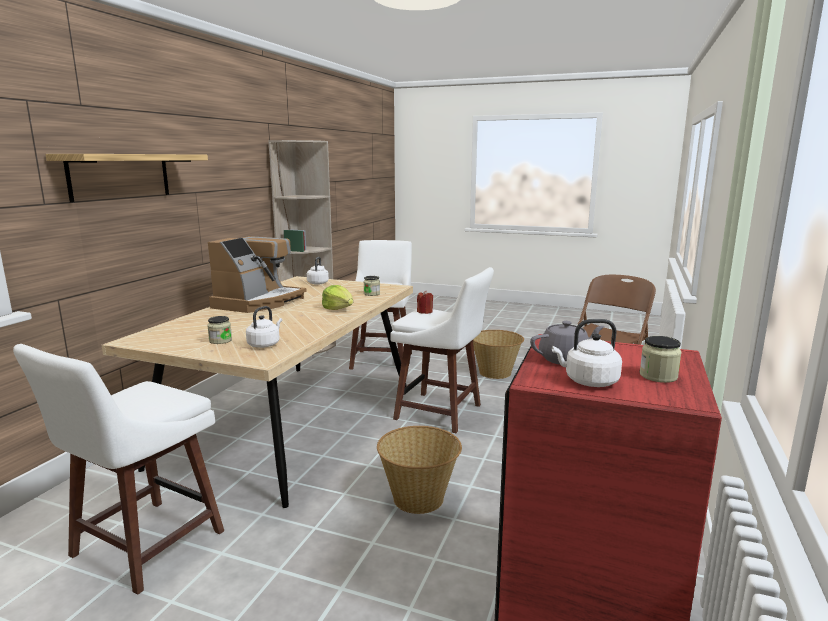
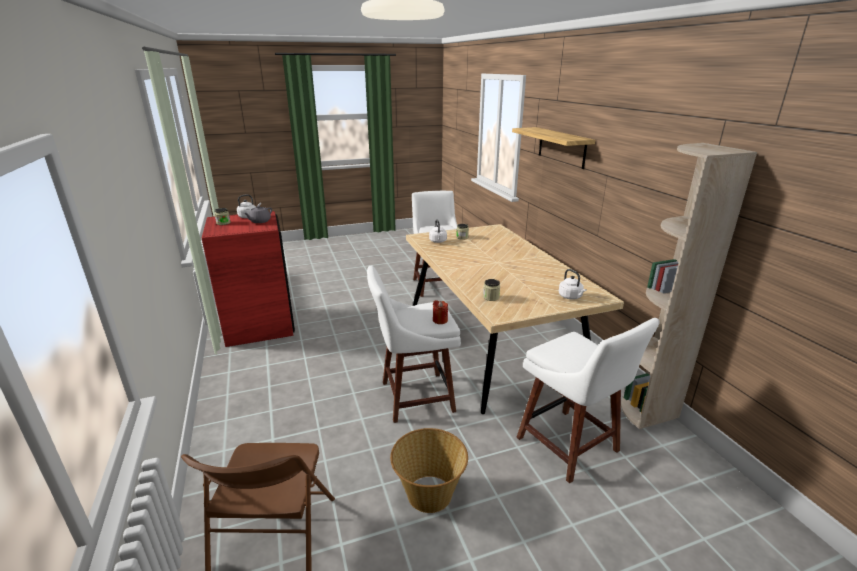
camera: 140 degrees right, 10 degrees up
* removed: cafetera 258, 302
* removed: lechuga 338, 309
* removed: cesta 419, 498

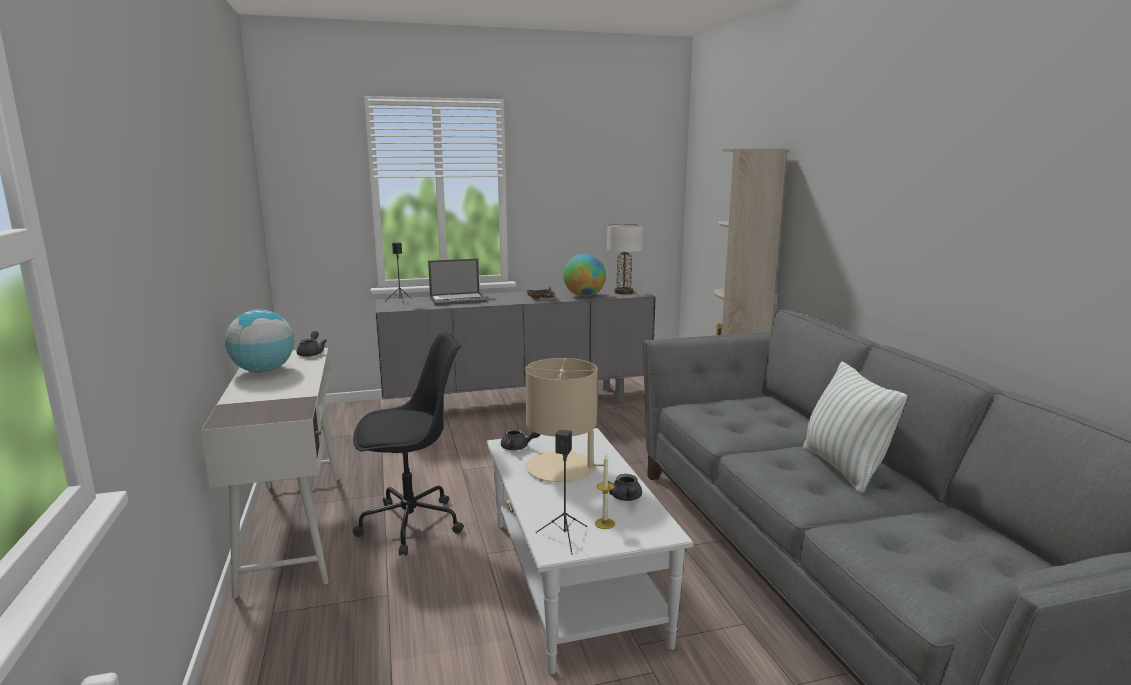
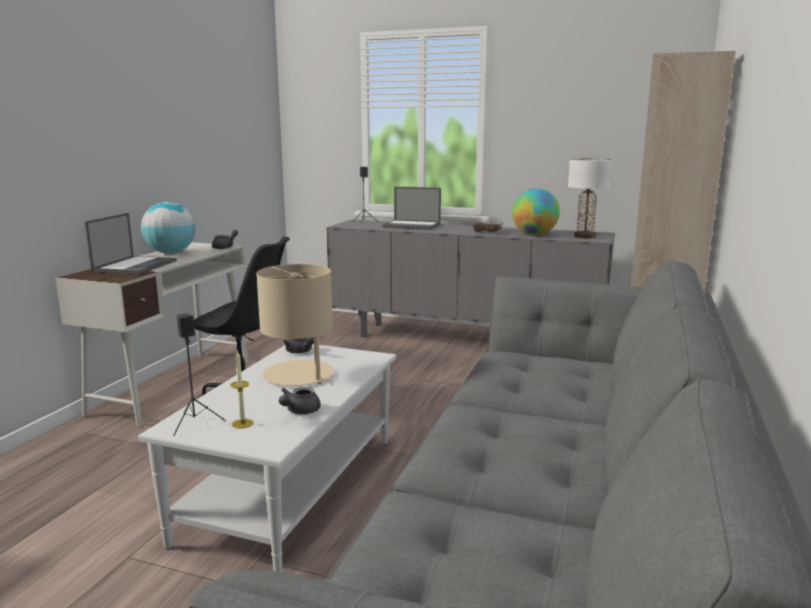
camera: 35 degrees right, 0 degrees up
* removed: cojín 843, 468
* added: portátil 135, 266

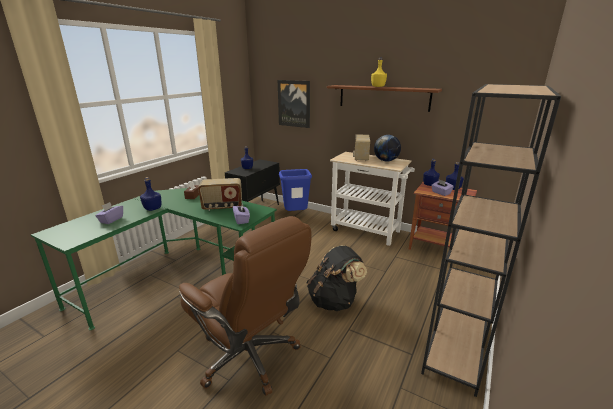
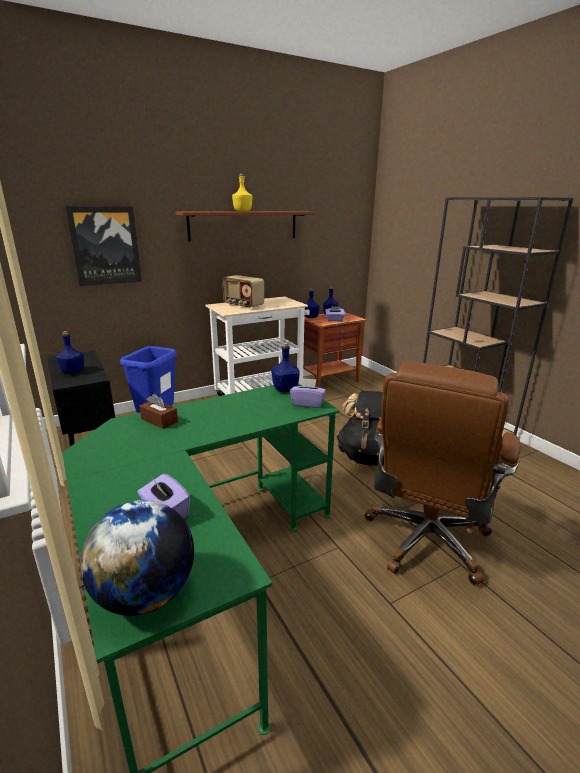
camera: 60 degrees left, 0 degrees up
* removed: radio 222, 207
* moved: botella (azul) 153, 208 to 285, 389
* moved: globo terráqueo 386, 161 to 146, 594
* turned: silla de oficina (marrón) 249, 355 = 427, 539 135 degrees clockwise

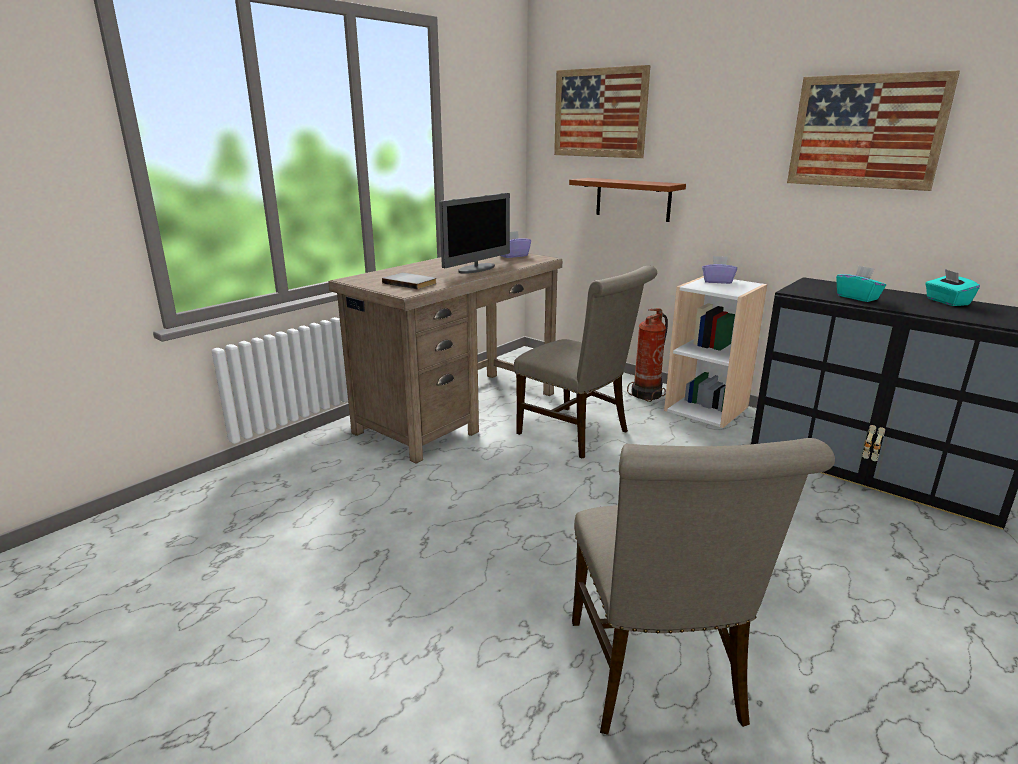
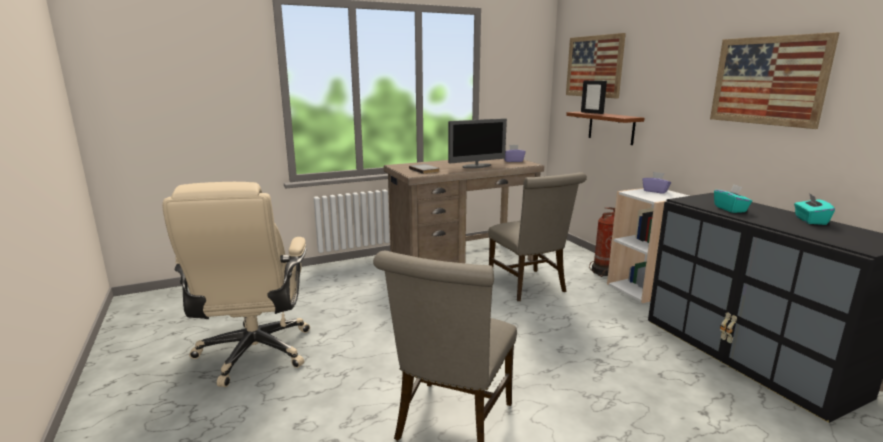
camera: 25 degrees right, 5 degrees down
* added: silla de oficina (beis) 255, 352
* added: portarretratos 592, 113

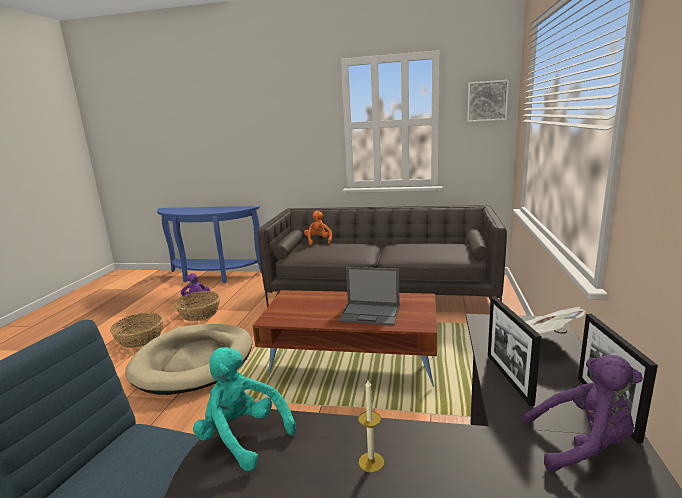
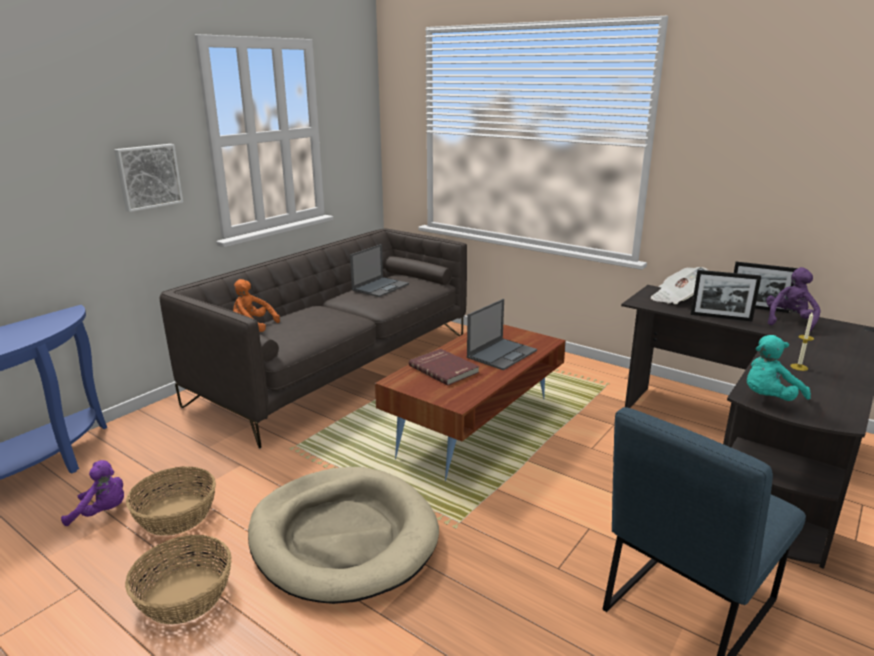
camera: 65 degrees left, 5 degrees up
* added: portátil 380, 287
* added: libro (rojo) 444, 369
* moved: cuadro 487, 101 to 148, 176

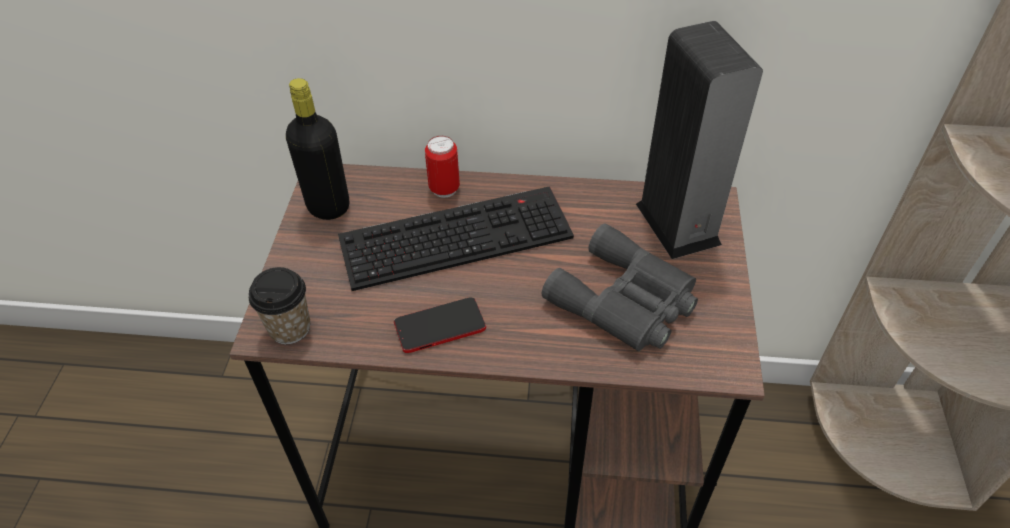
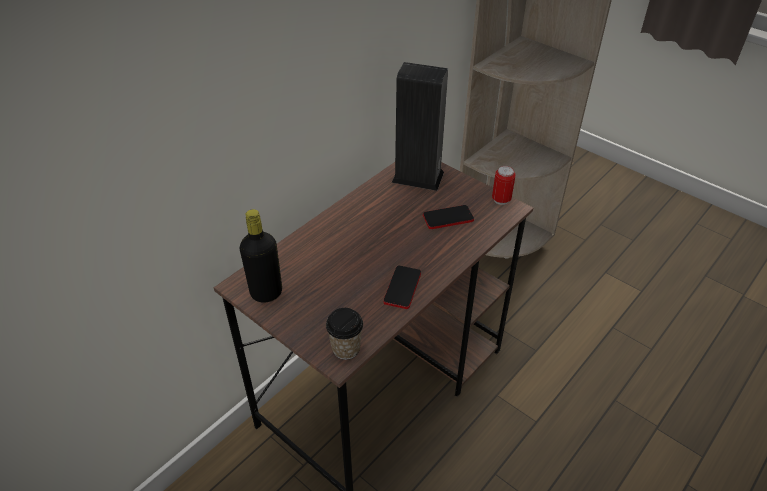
camera: 55 degrees left, 5 degrees down
* removed: teclado 457, 235
* moved: lata 444, 189 to 501, 200
* replaced: prismáticos (gris) 626, 302 to móvil 448, 218

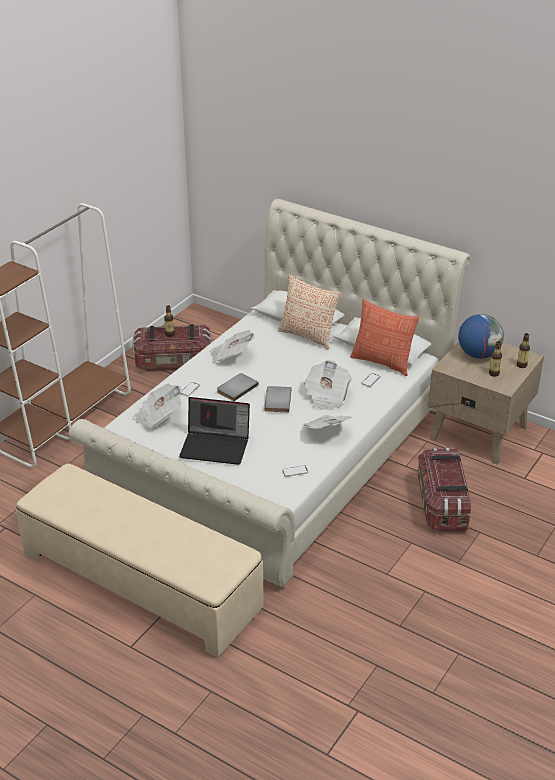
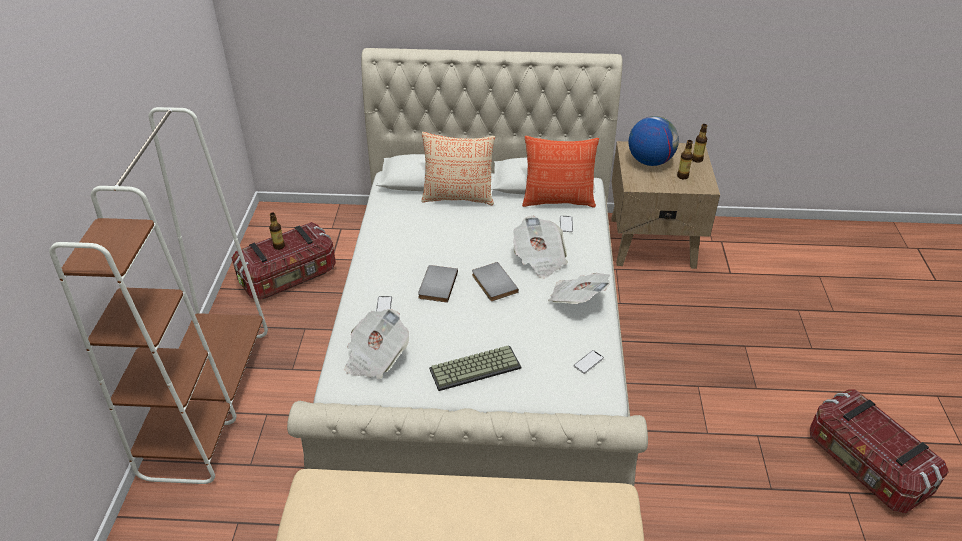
camera: 30 degrees left, 5 degrees up
* removed: periódico 231, 356
* moved: caja de almacenaje 441, 504 to 864, 466
* replaced: portátil 216, 446 to teclado 475, 367

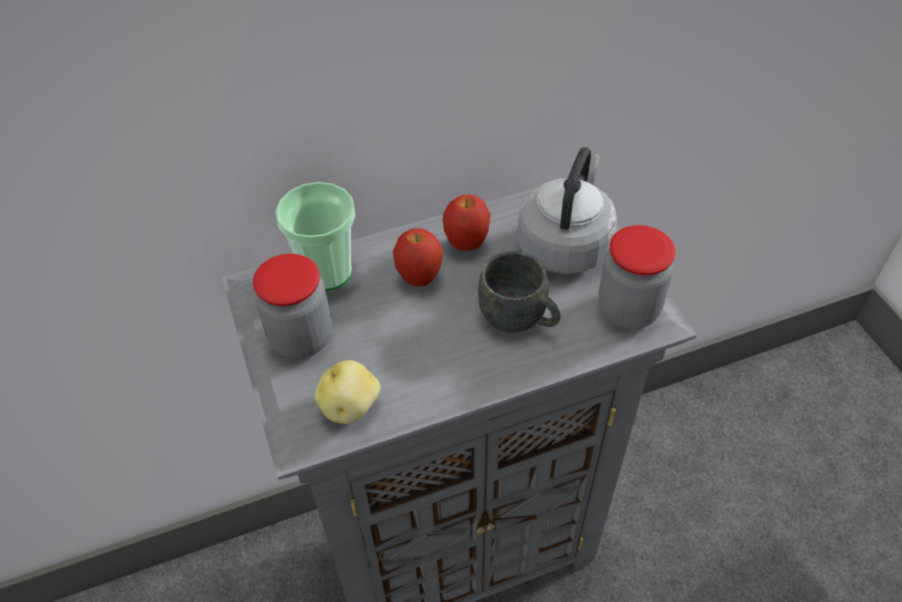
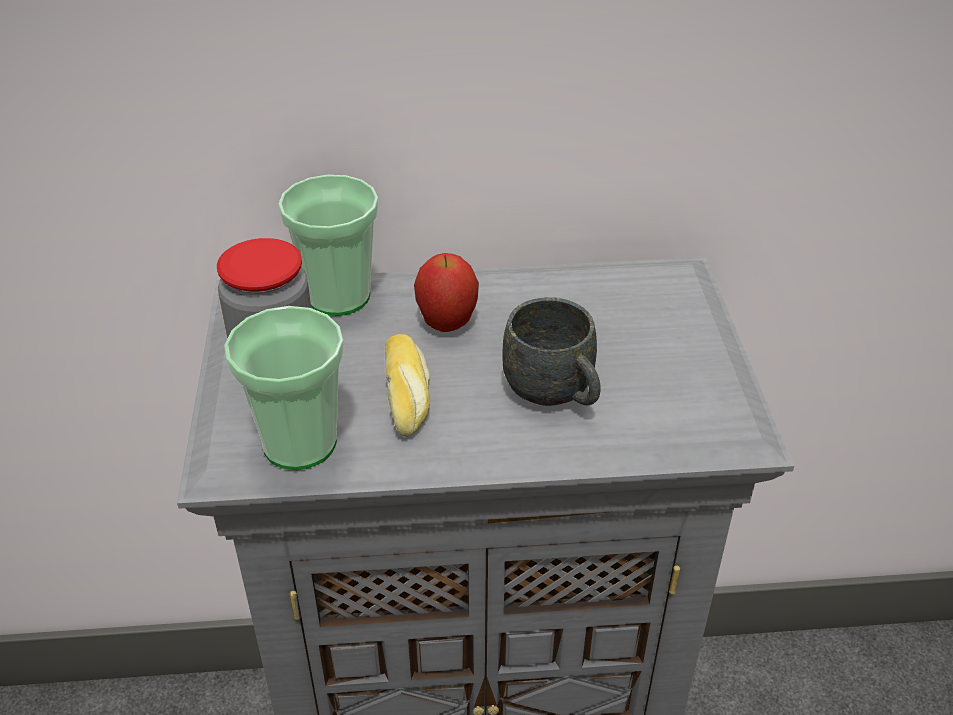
camera: 15 degrees right, 10 degrees down
* removed: manzana 466, 244
* removed: hervidor (gris) 565, 244
* removed: tarro 628, 309
* added: pan 408, 393
* replaced: patata 351, 406 to taza 299, 443

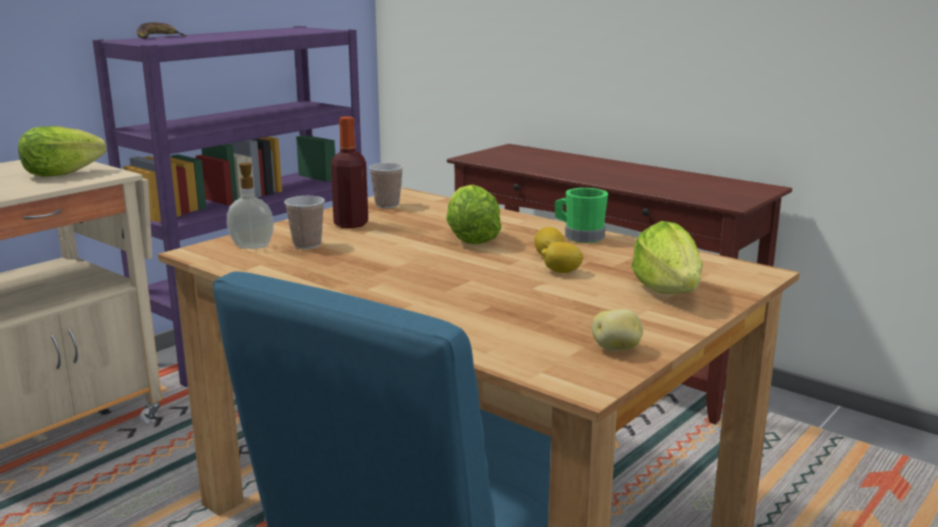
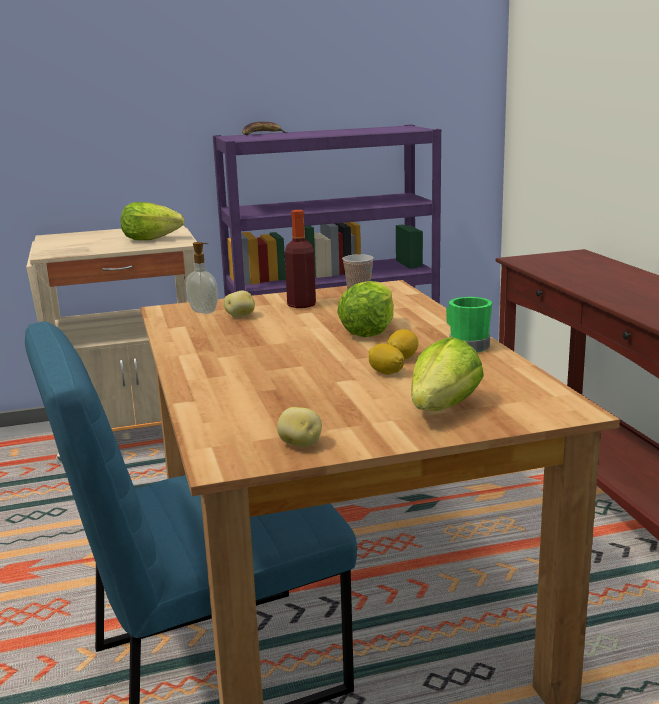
camera: 35 degrees right, 0 degrees up
* replaced: taza 307, 245 to patata 241, 316

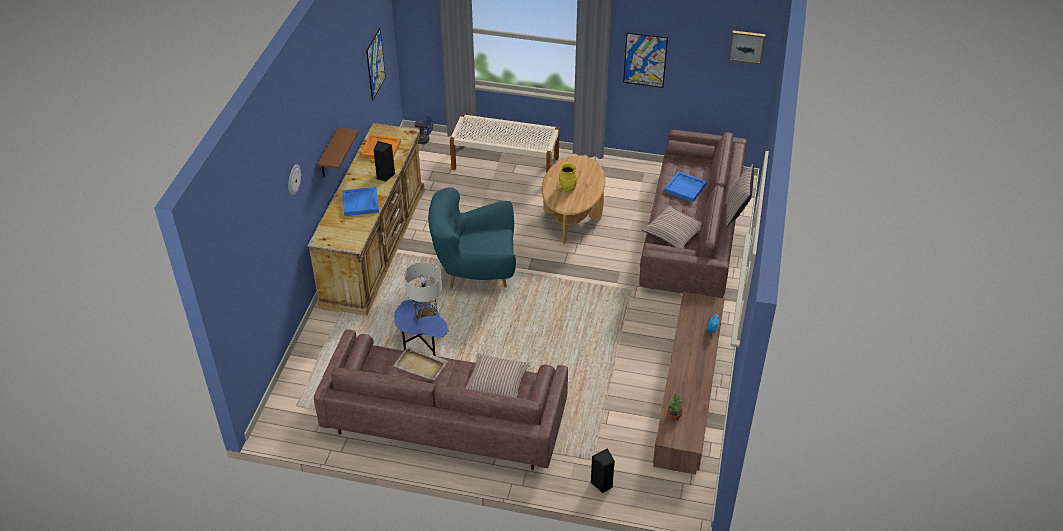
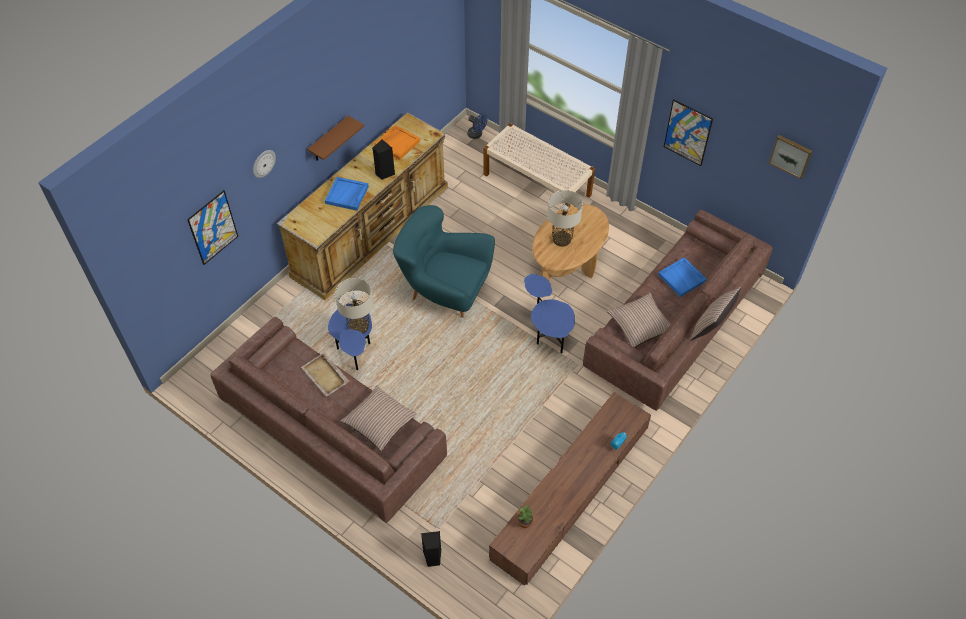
camera: 25 degrees right, 10 degrees up
* added: mesa auxiliar (azul) 547, 333
* moved: cuadro 375, 64 to 213, 227
* replaced: florero (amarillo) 567, 188 to lámpara de mesa 561, 239

